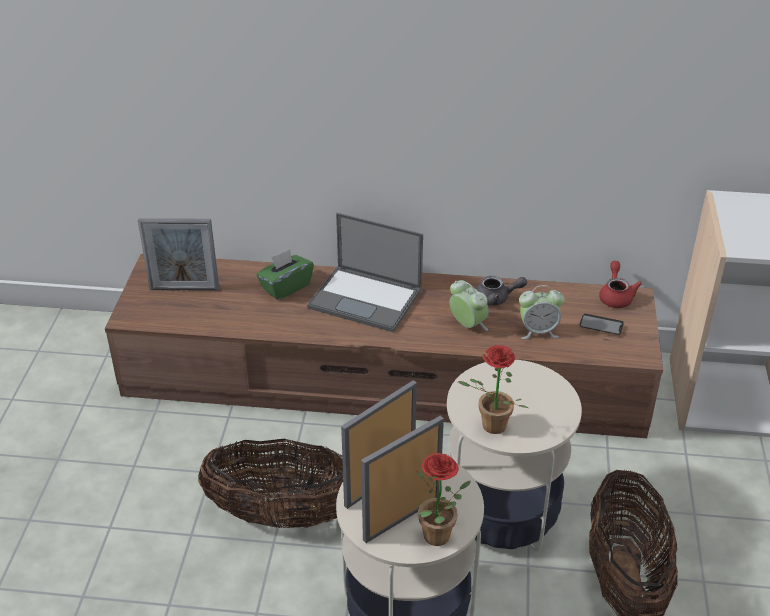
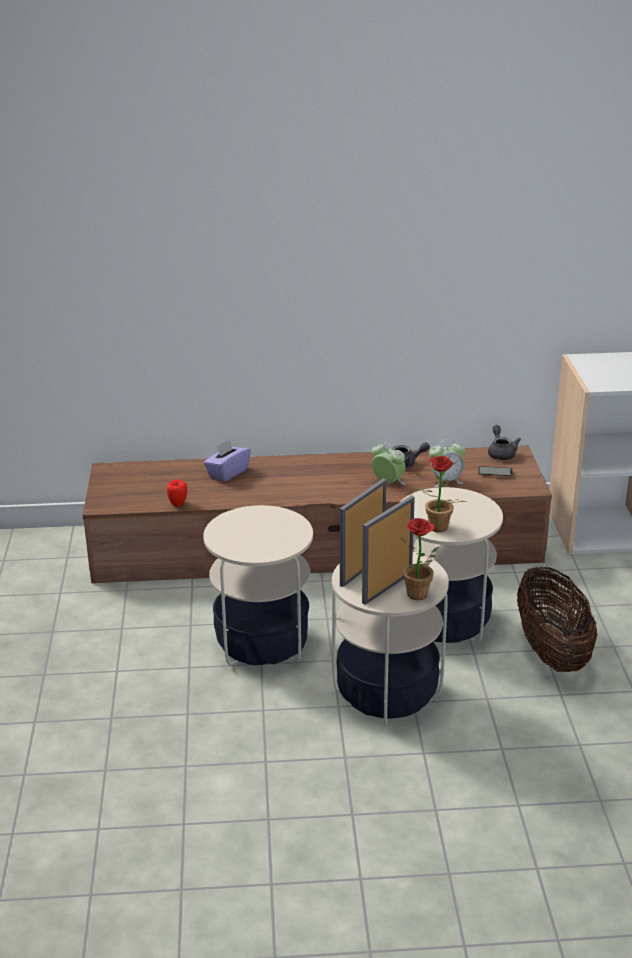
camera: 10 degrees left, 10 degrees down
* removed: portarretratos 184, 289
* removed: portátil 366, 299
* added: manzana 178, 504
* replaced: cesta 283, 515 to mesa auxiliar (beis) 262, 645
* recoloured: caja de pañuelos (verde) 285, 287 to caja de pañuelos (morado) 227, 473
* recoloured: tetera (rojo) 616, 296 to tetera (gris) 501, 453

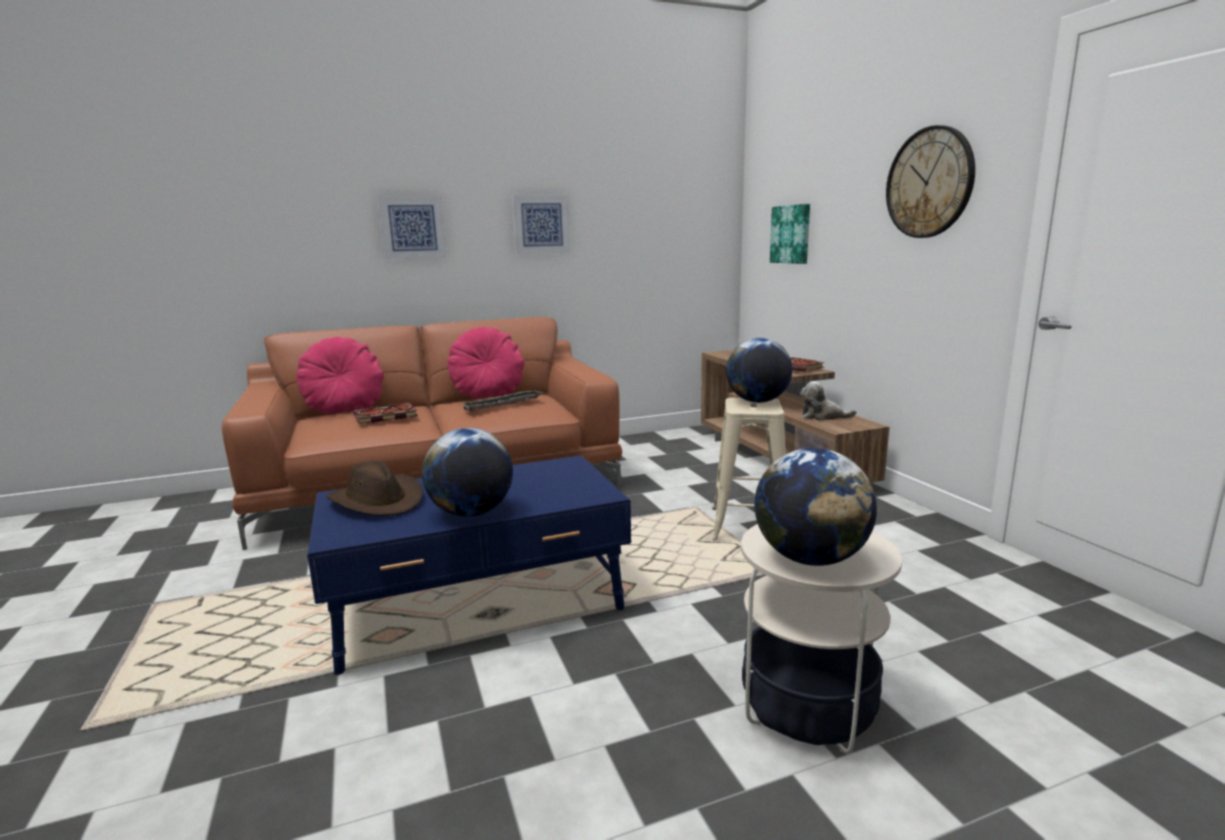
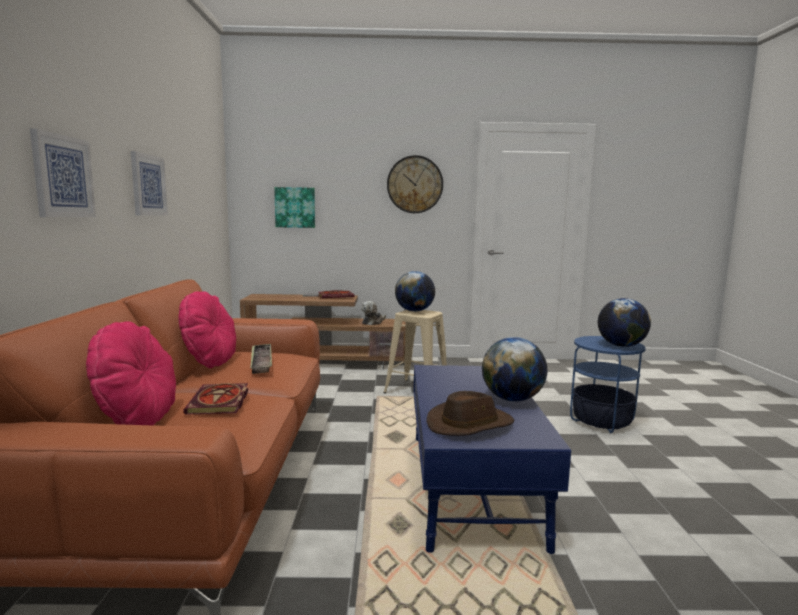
camera: 70 degrees left, 5 degrees down
* recoloured: mesa auxiliar (beis) 808, 712 to mesa auxiliar (azul) 601, 422

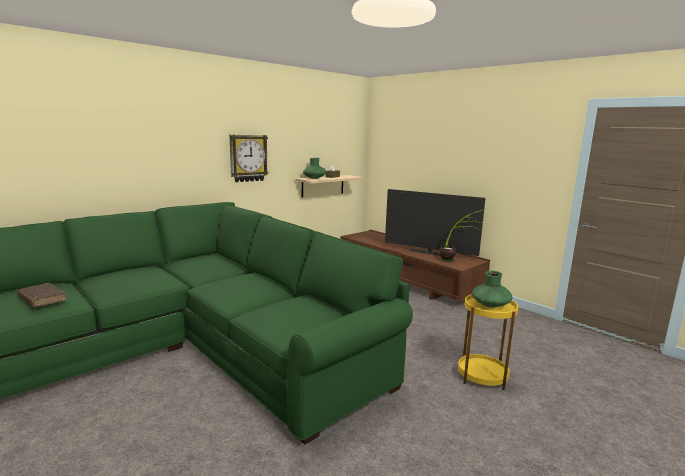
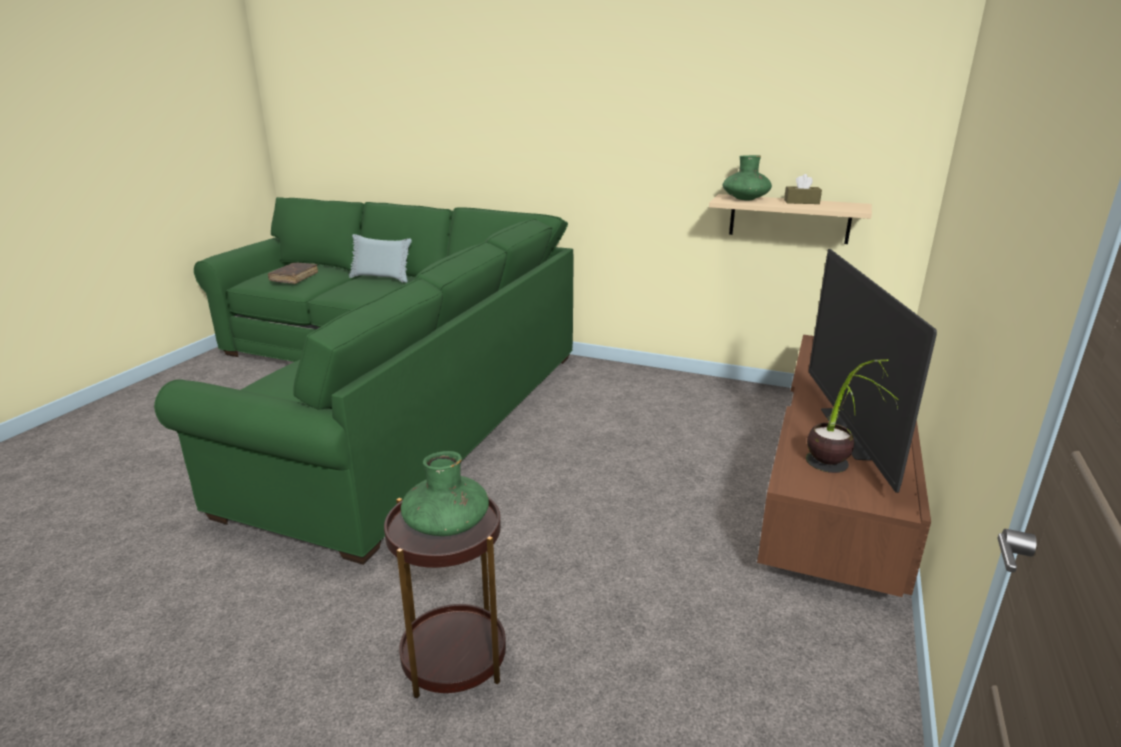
camera: 65 degrees right, 10 degrees up
* removed: reloj de pared 248, 158
* added: cojín (azul) 381, 278
* recoloured: mesa auxiliar (amarillo) 482, 376 to mesa auxiliar (marrón) 454, 658

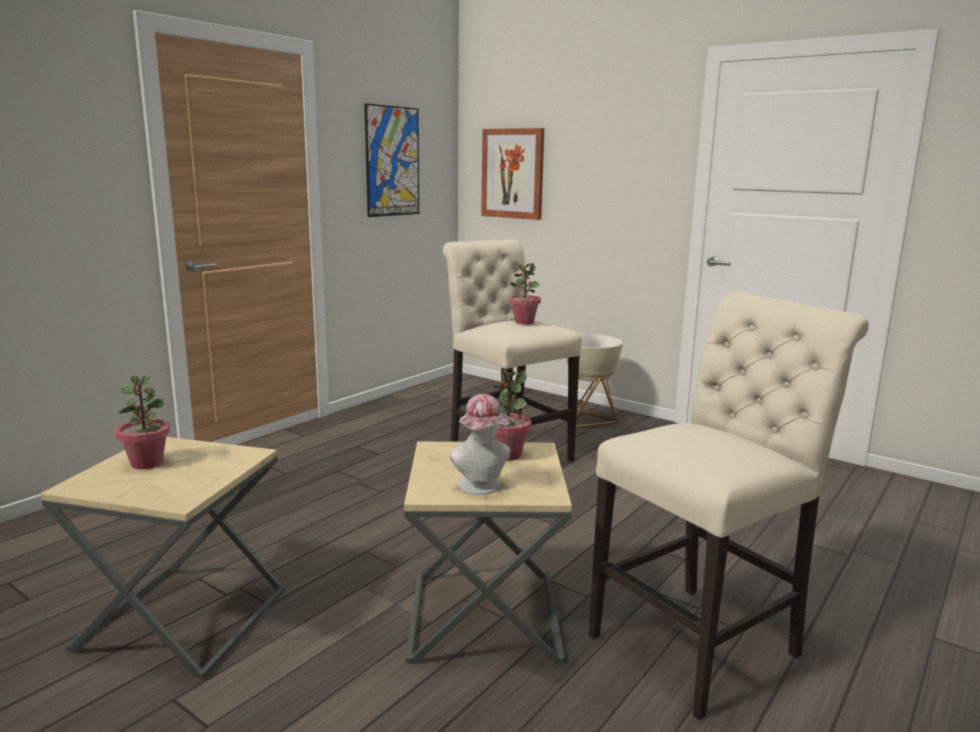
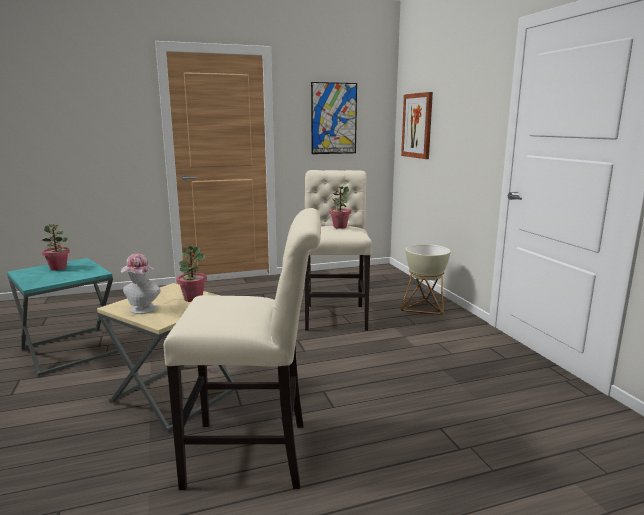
camera: 35 degrees right, 0 degrees up
* recoloured: mesa auxiliar (beis) 183, 618 to mesa auxiliar (turquesa) 71, 350

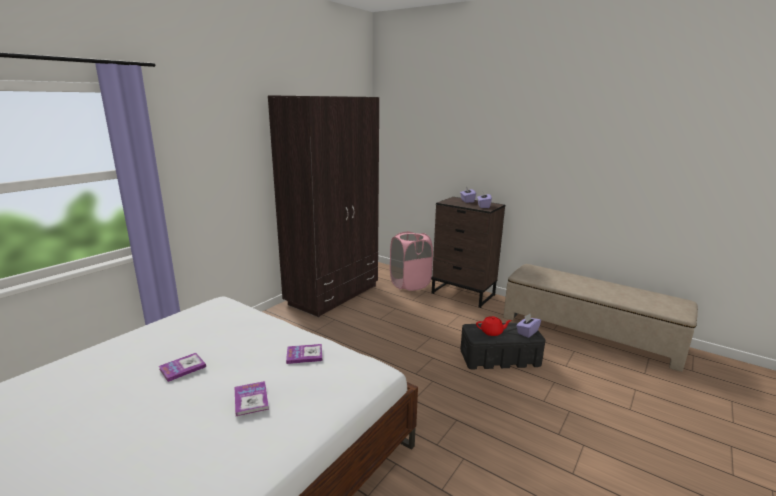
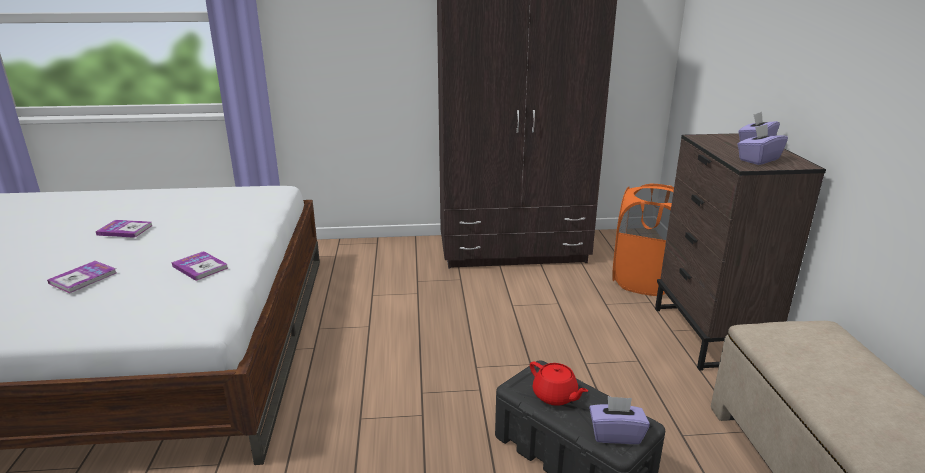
camera: 50 degrees right, 5 degrees up
* recoloured: cesto de la ropa (rosa) 410, 284 to cesto de la ropa (naranja) 645, 282

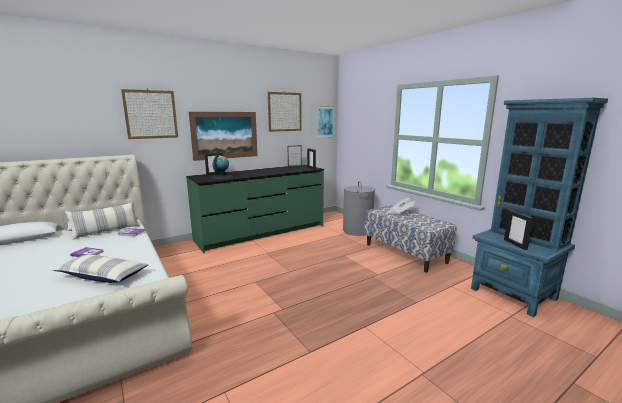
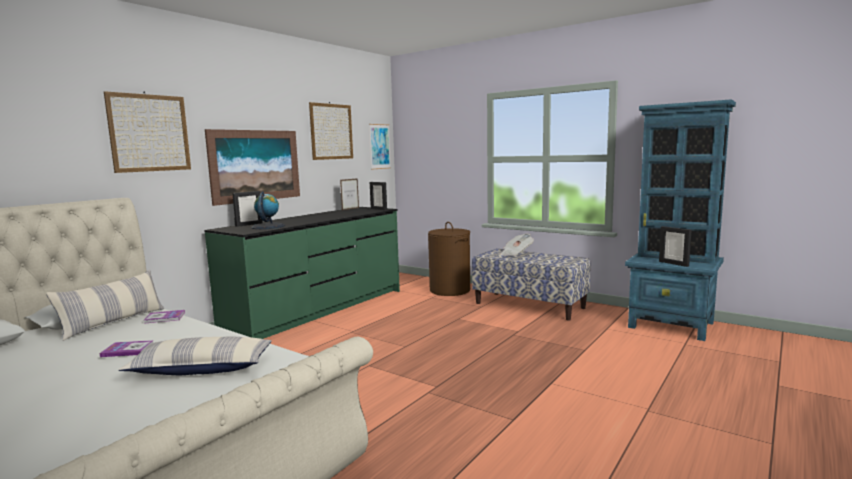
camera: 20 degrees left, 5 degrees down
* recoloured: cesto de la ropa (gris) 357, 230 to cesto de la ropa (marrón) 450, 290

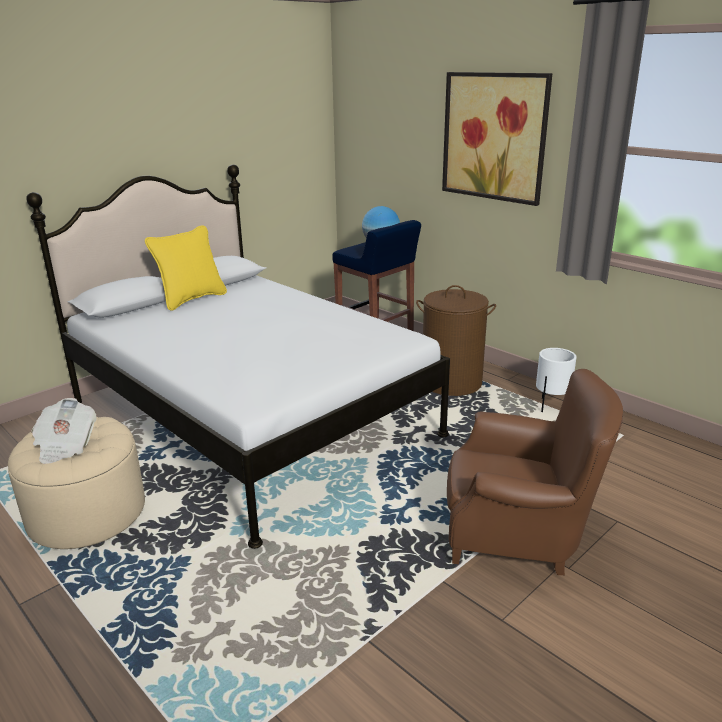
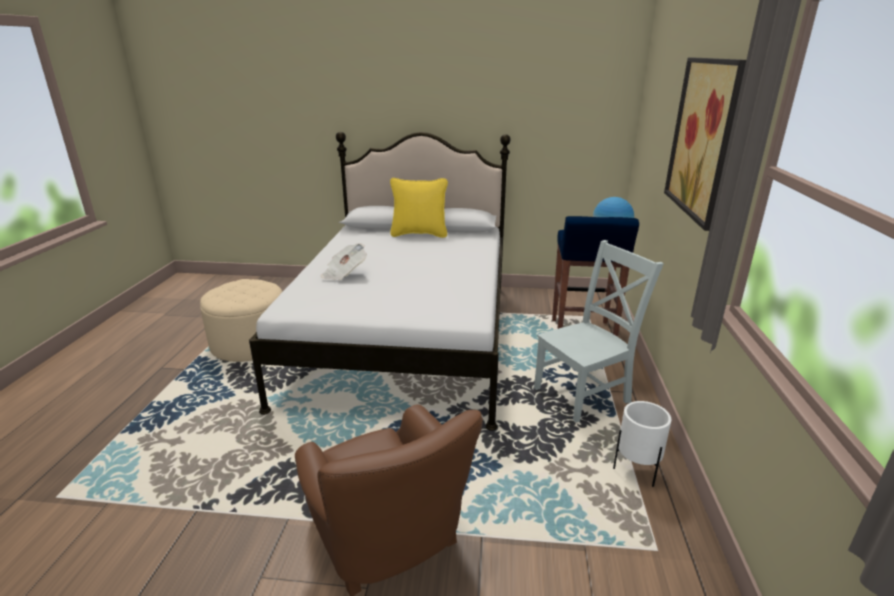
camera: 50 degrees right, 0 degrees up
* moved: periódico 65, 446 to 344, 274
* replaced: cesto de la ropa (marrón) 451, 382 to silla (gris) 585, 394

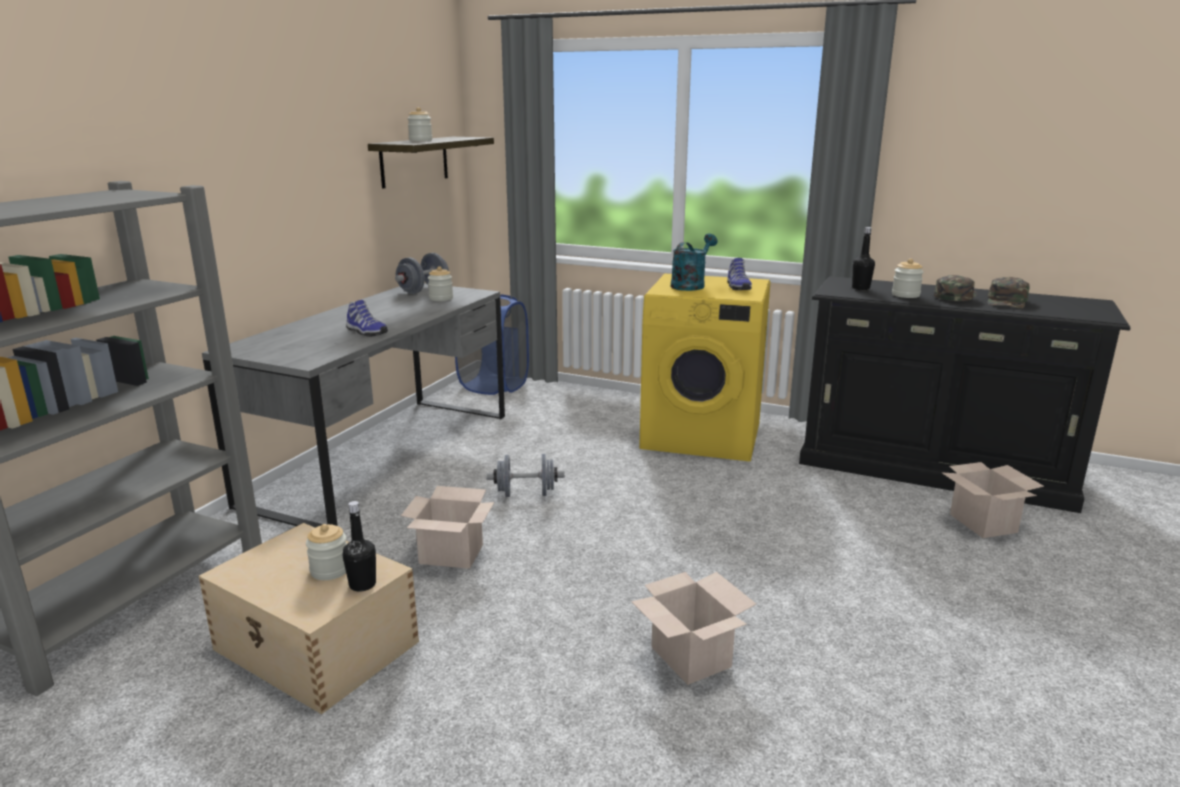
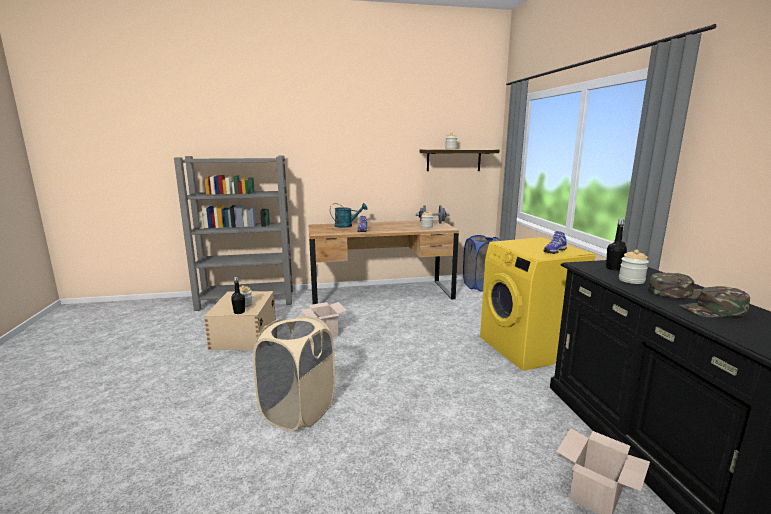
camera: 55 degrees right, 5 degrees down
* removed: mancuerna (gris) 526, 494
* moved: regadera (turquesa) 690, 285 to 347, 226
* replaced: caja de cartón 688, 656 to cesto de la ropa (beis) 298, 411
* recoloured: escritorio (gris) 384, 457 to escritorio (marrón) 381, 294

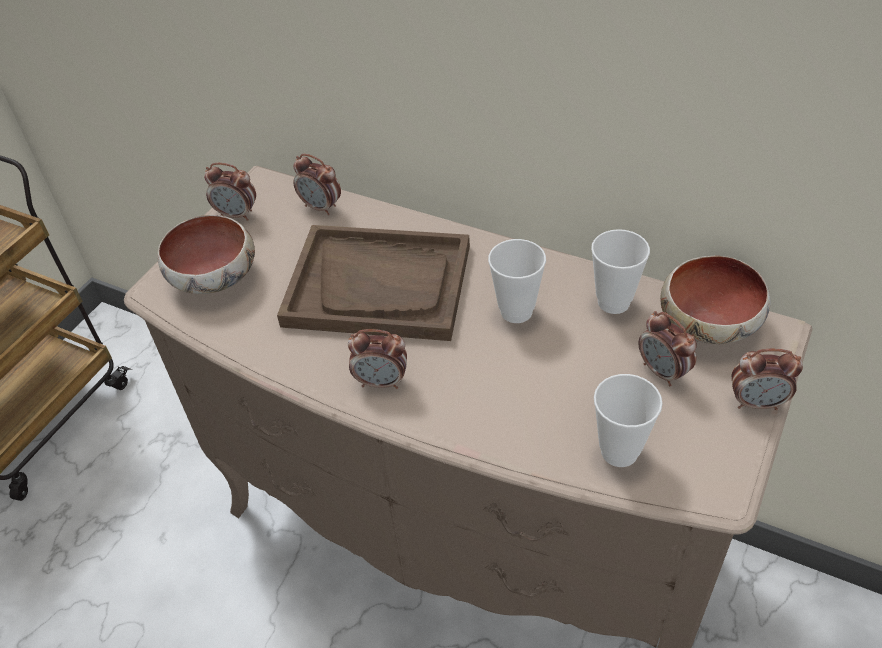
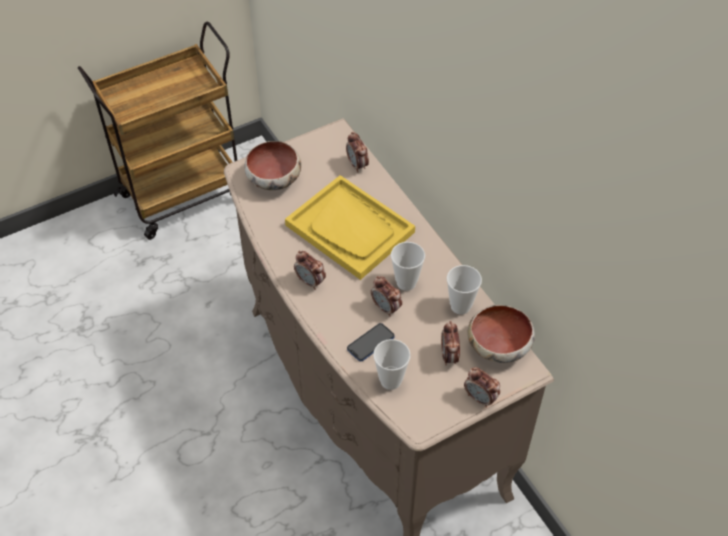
camera: 30 degrees right, 5 degrees up
* added: móvil 370, 343
* moved: despertador 237, 215 to 386, 308
* recoloured: bandeja (marrón) 379, 285 to bandeja (amarillo) 350, 229

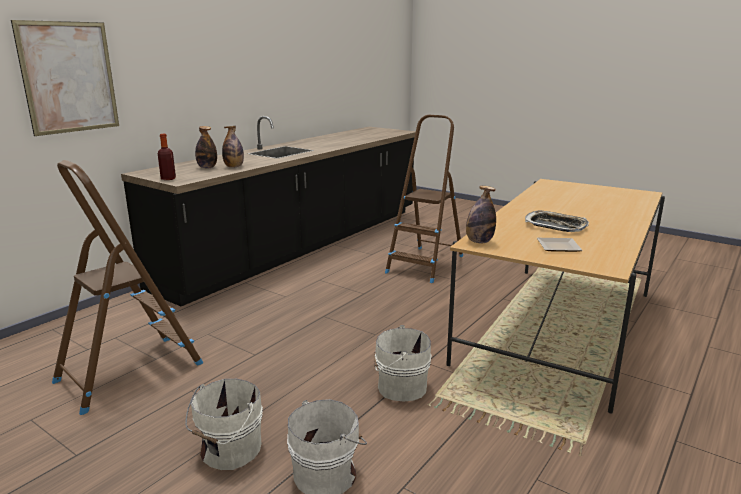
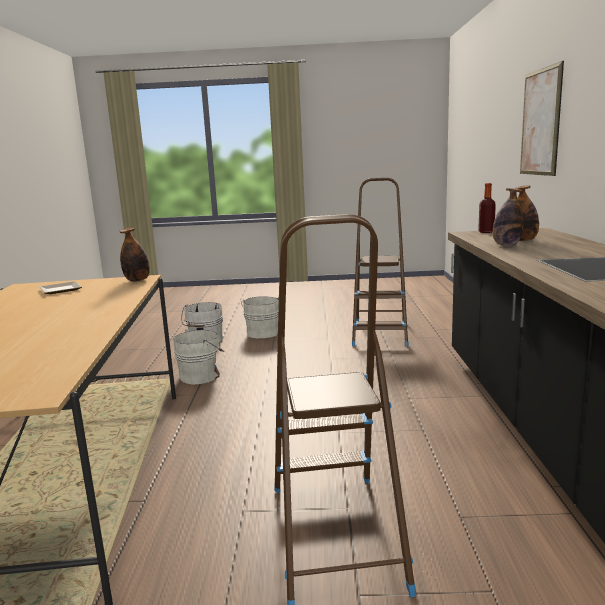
camera: 145 degrees right, 5 degrees down
* removed: bandeja 555, 226

